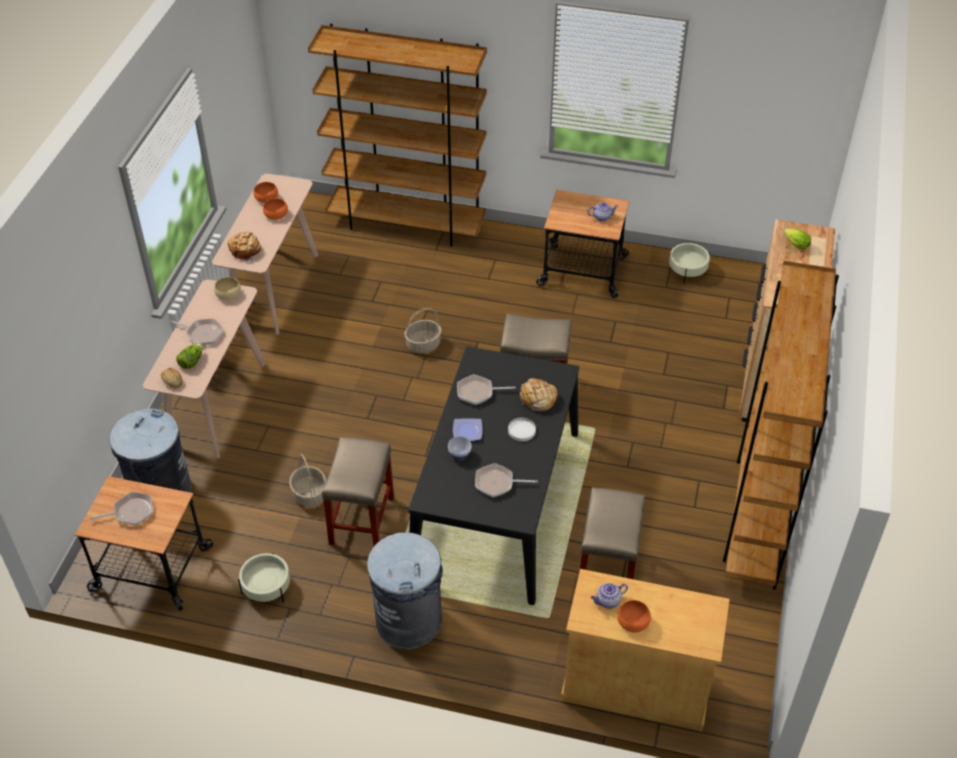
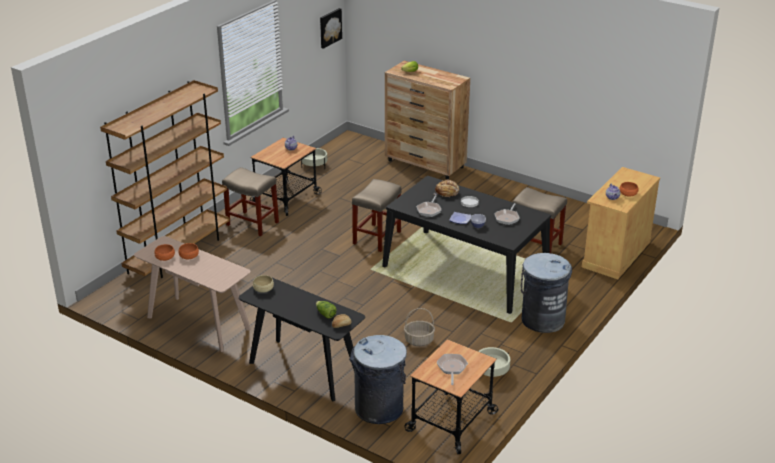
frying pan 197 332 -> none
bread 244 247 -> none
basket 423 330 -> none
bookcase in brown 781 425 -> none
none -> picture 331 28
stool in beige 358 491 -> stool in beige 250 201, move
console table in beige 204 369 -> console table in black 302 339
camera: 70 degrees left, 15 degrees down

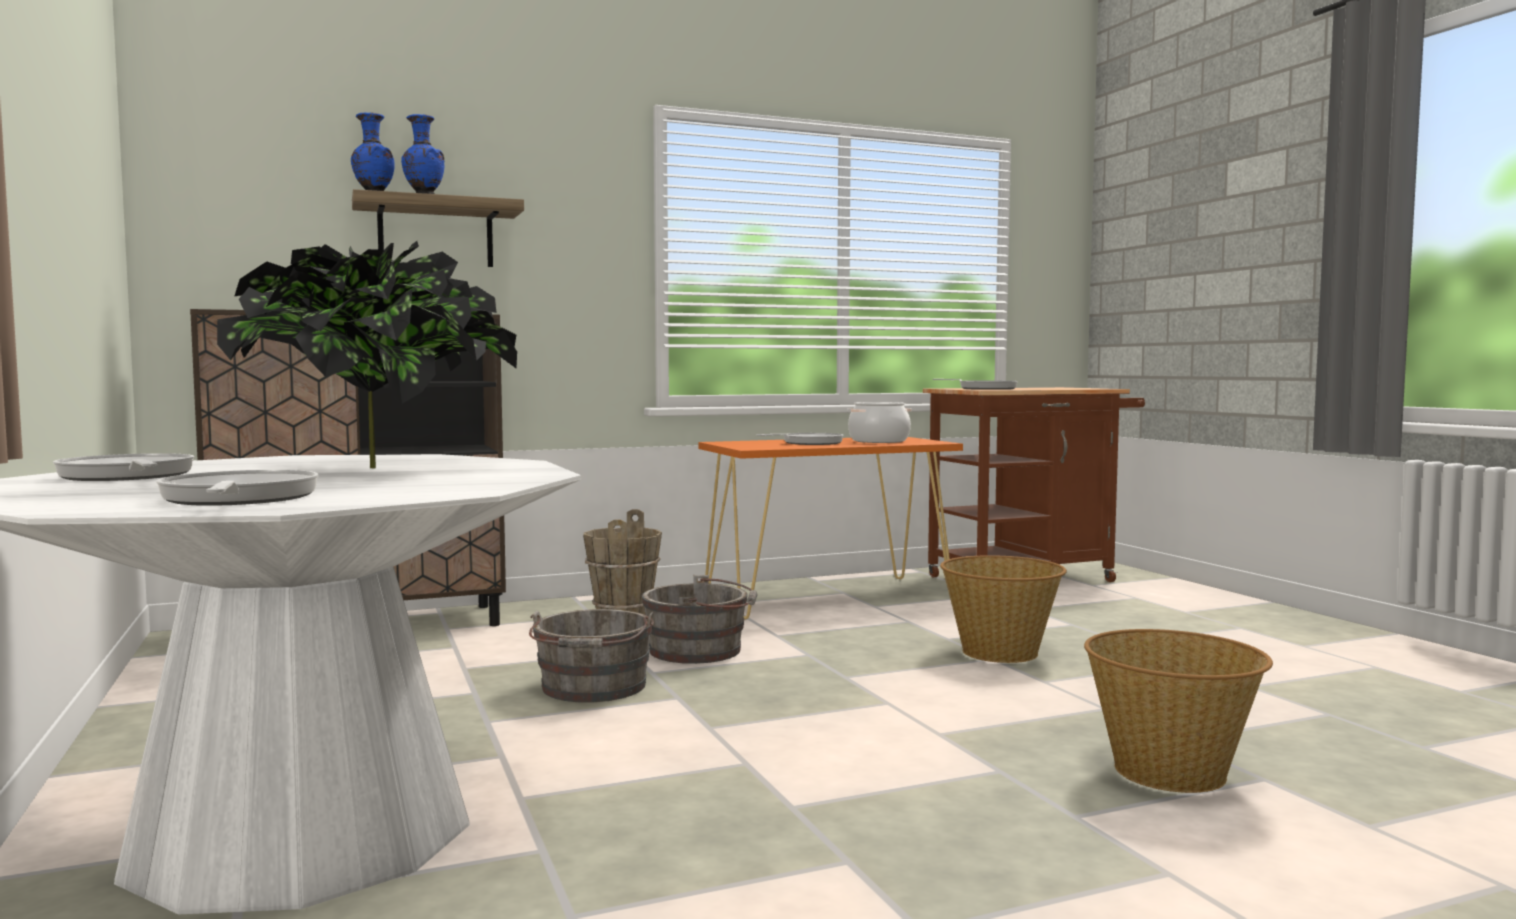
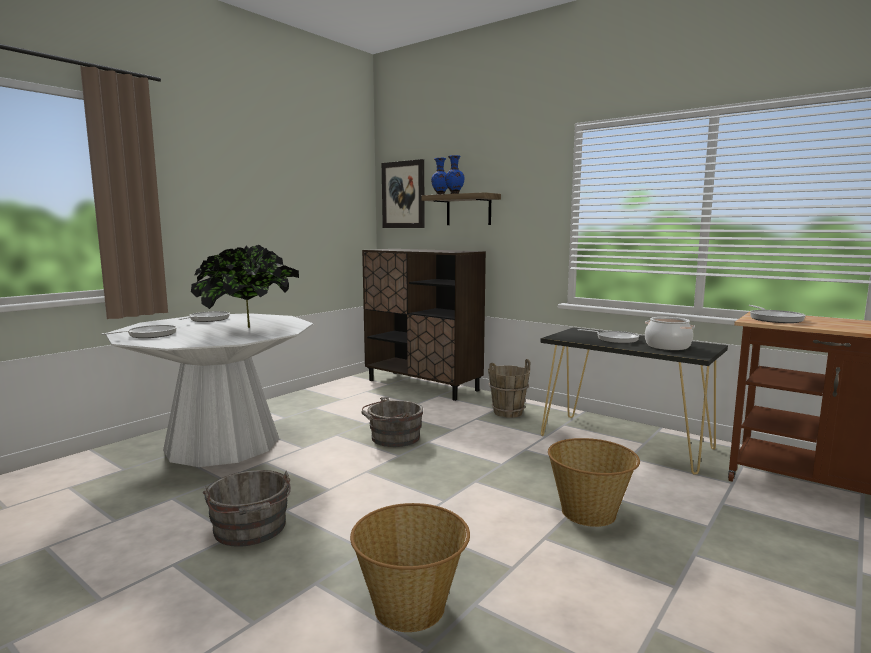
none -> picture 403 193
bucket in grey 699 619 -> bucket in grey 247 508, move
console table in orange 831 528 -> console table in black 634 401
camera: 60 degrees right, 5 degrees up

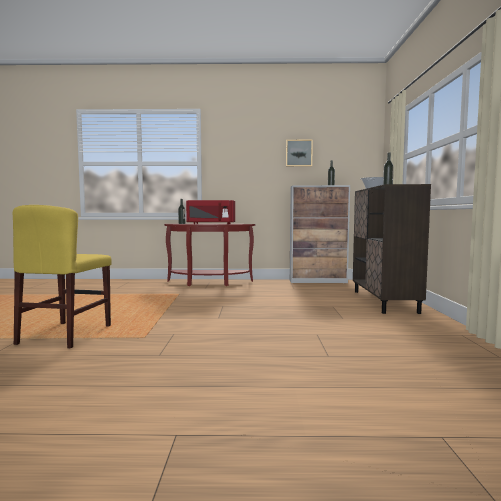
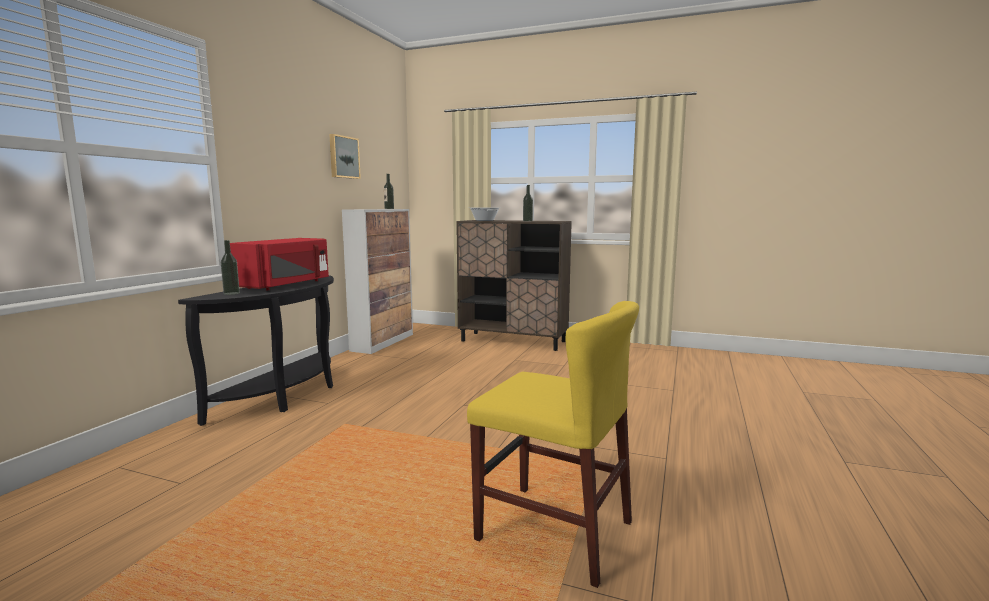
console table in red 209 255 -> console table in black 256 350
camera: 70 degrees left, 5 degrees up

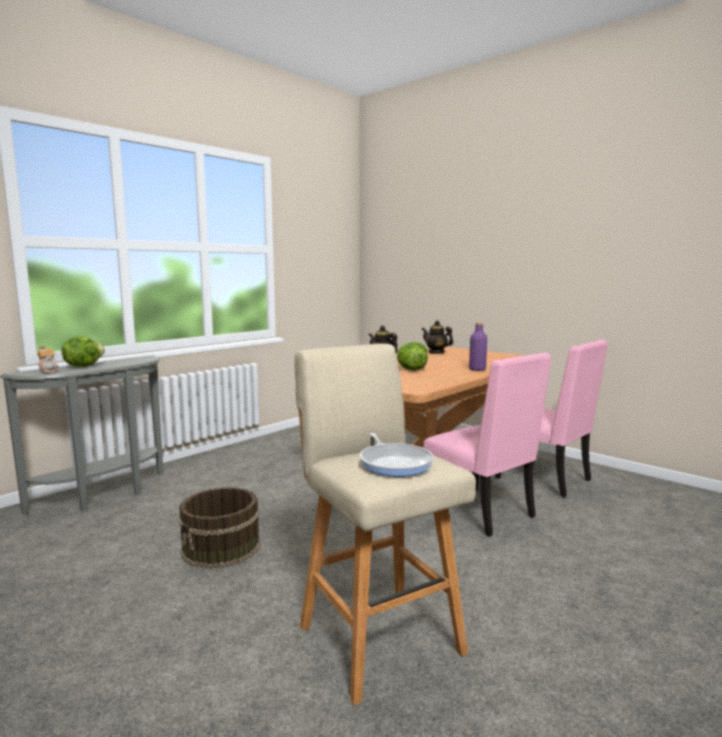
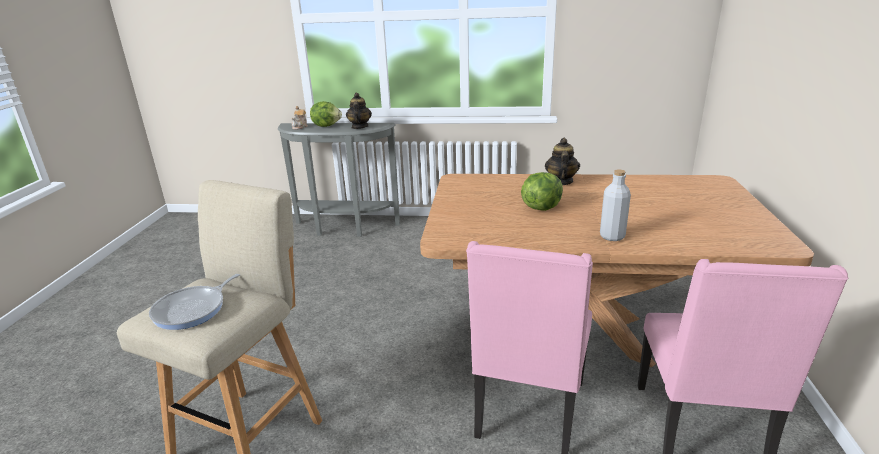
bucket in brown 219 528 -> none
teapot 437 337 -> teapot 359 111, move
bottle in purple 478 346 -> bottle in grey 615 205
camera: 55 degrees right, 15 degrees up

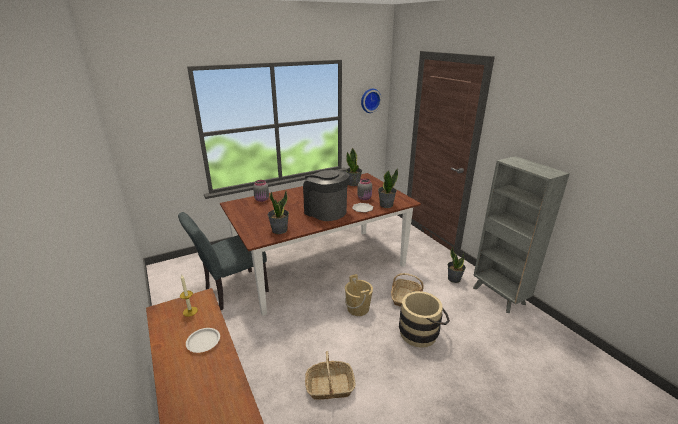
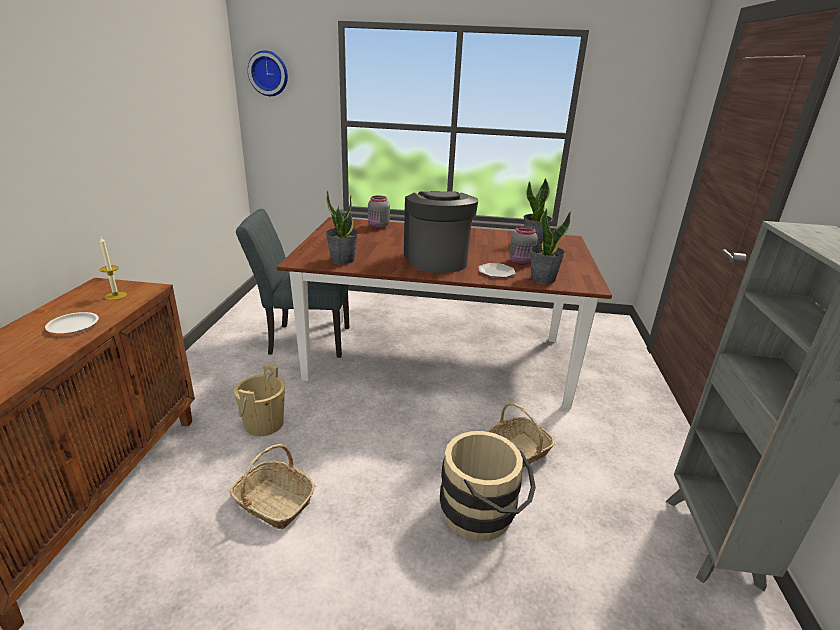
potted plant 457 265 -> none
bucket in beige 359 295 -> bucket in beige 259 400, move
wall clock 371 101 -> wall clock 268 73, move
camera: 35 degrees right, 0 degrees up

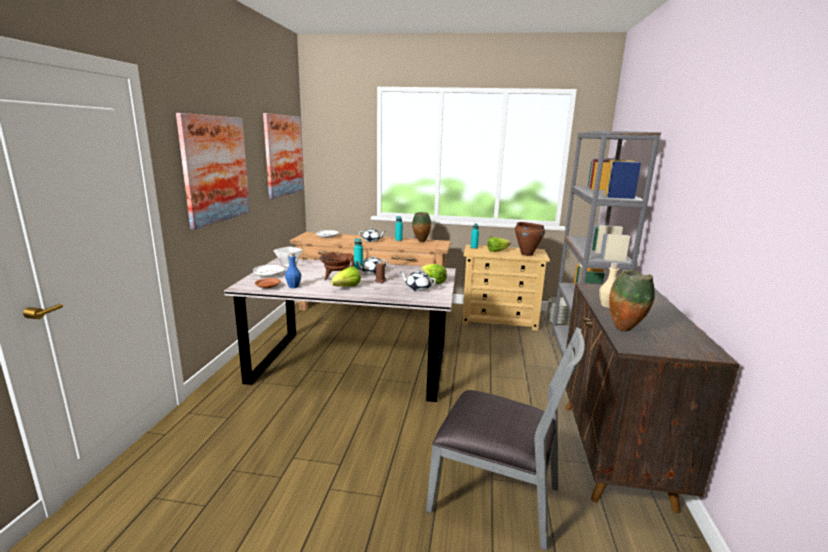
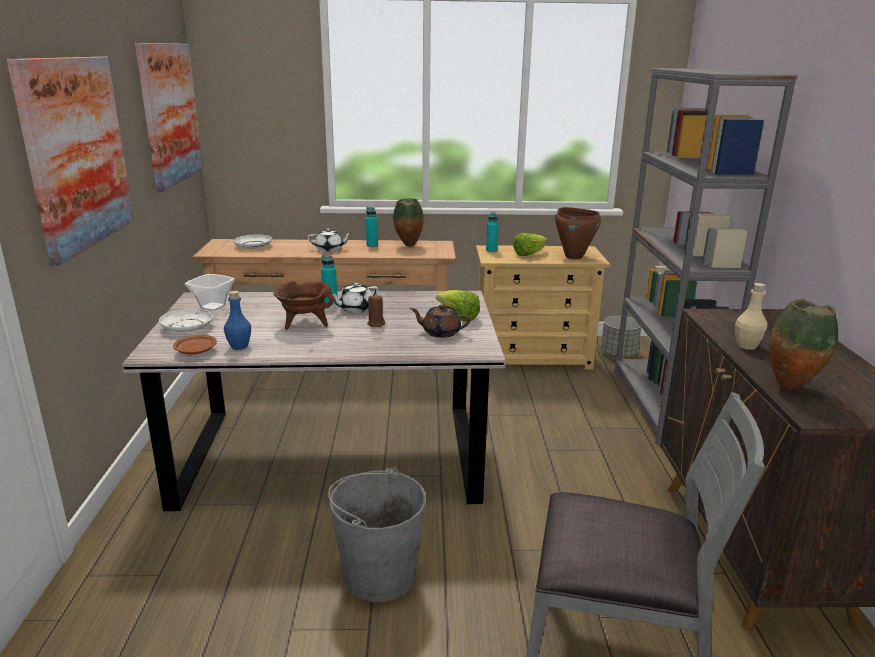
lettuce 346 277 -> none
none -> bucket in grey 377 535
teapot in white 418 280 -> teapot in brown 440 321
camera: 10 degrees left, 5 degrees up

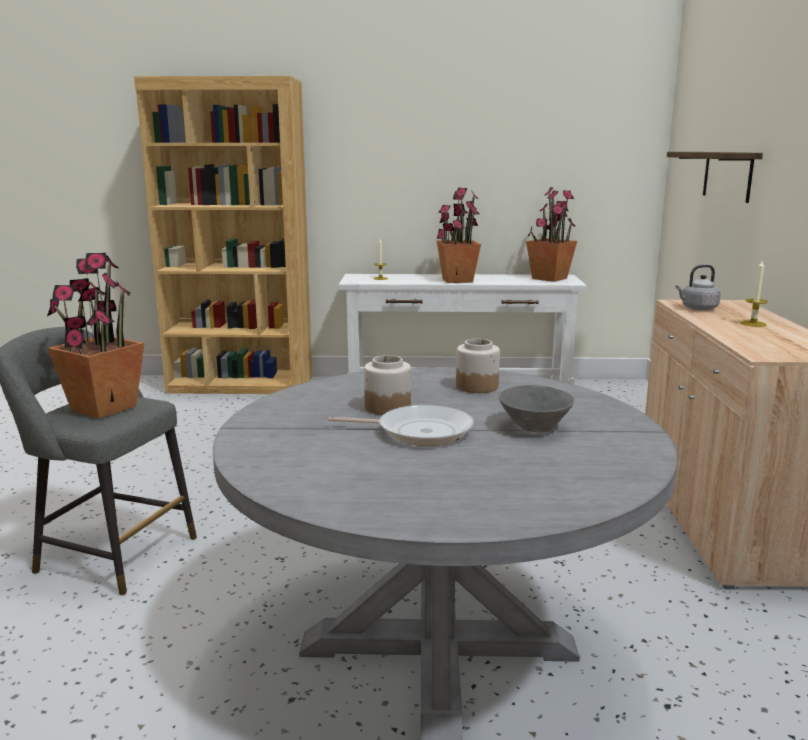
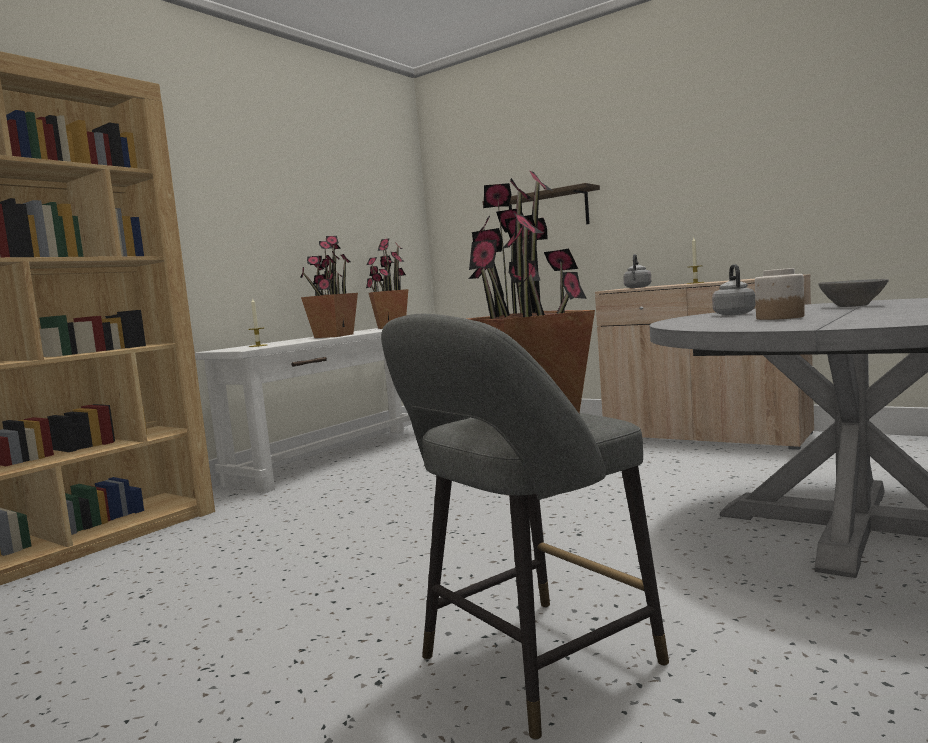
frying pan 401 425 -> none
jar 478 366 -> kettle in grey 733 289
camera: 55 degrees left, 10 degrees down

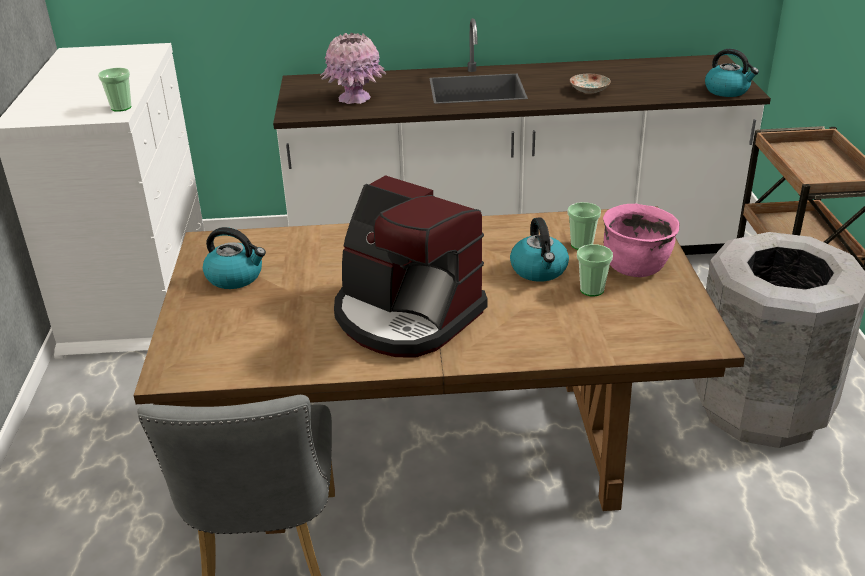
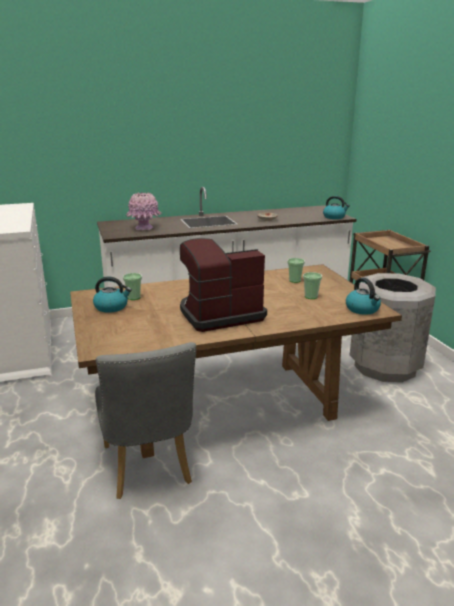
cooking pot in pink 641 240 -> none
cup 115 90 -> cup 132 286, move
kettle 539 249 -> kettle 363 296, move
coffee machine 410 266 -> coffee machine 223 285, 135 degrees clockwise
camera: 15 degrees left, 10 degrees down

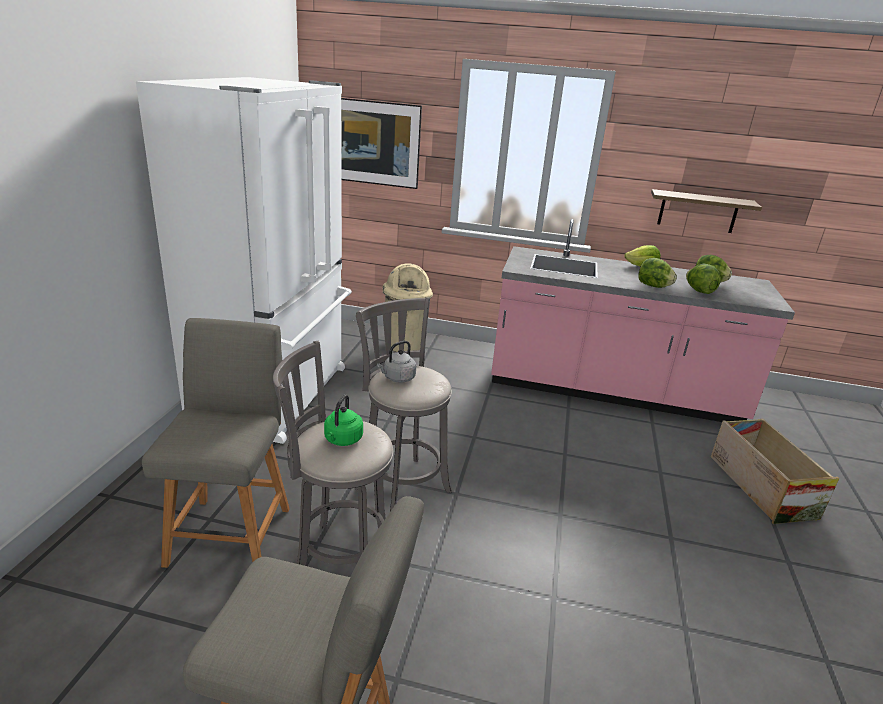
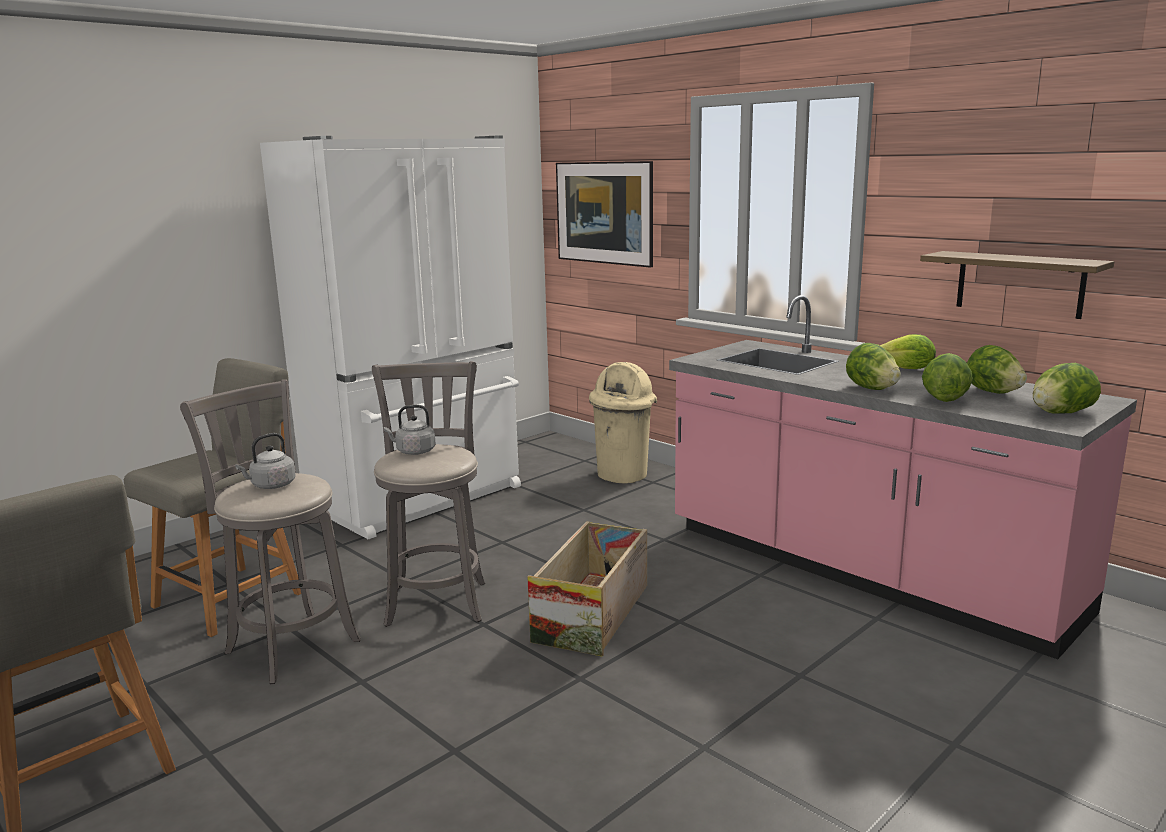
none -> lettuce 1067 388
crate 775 471 -> crate 587 589, move
kettle in green 343 420 -> kettle in grey 265 461
camera: 35 degrees right, 10 degrees down

